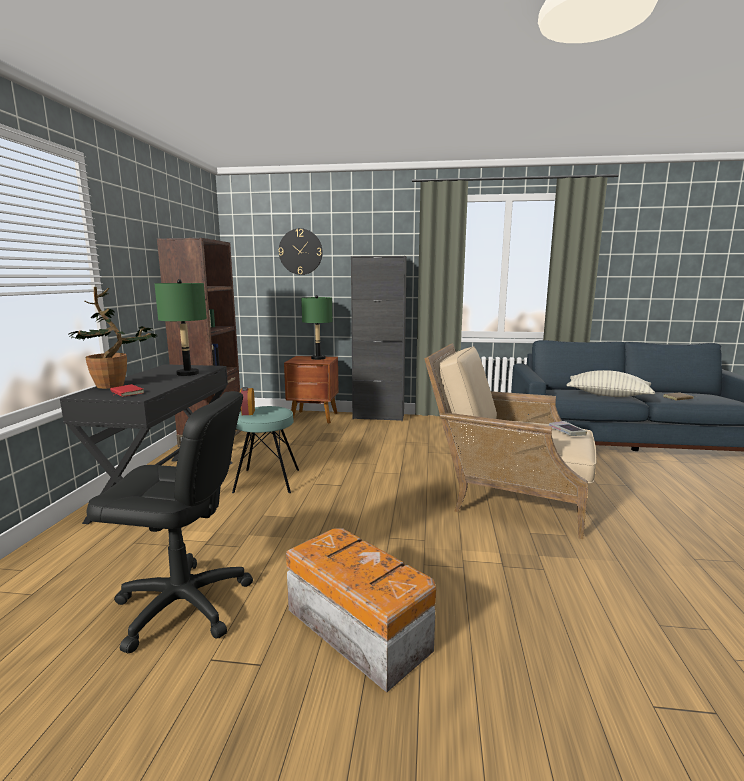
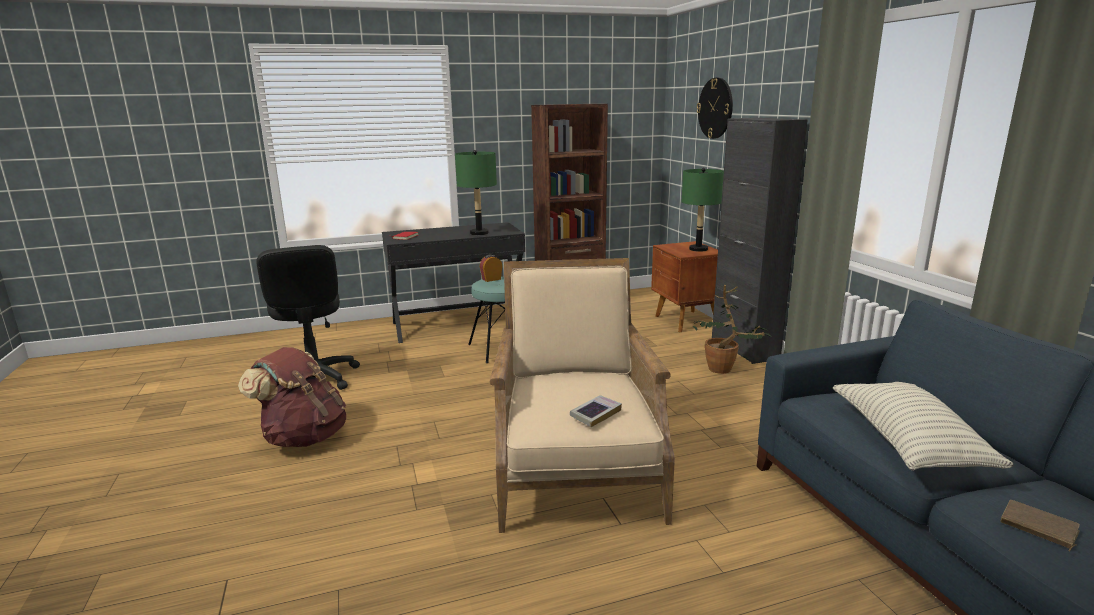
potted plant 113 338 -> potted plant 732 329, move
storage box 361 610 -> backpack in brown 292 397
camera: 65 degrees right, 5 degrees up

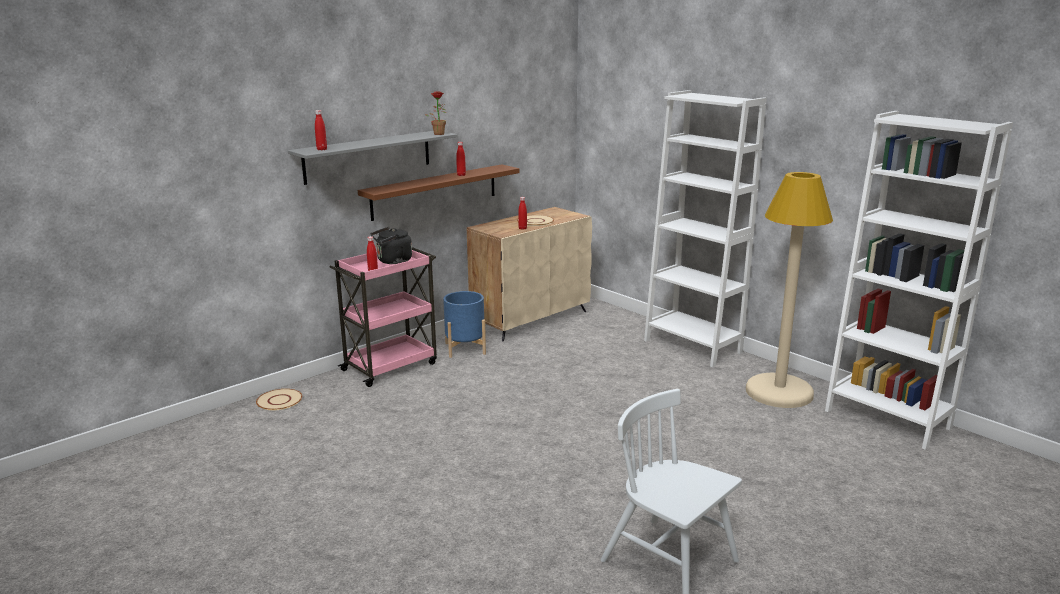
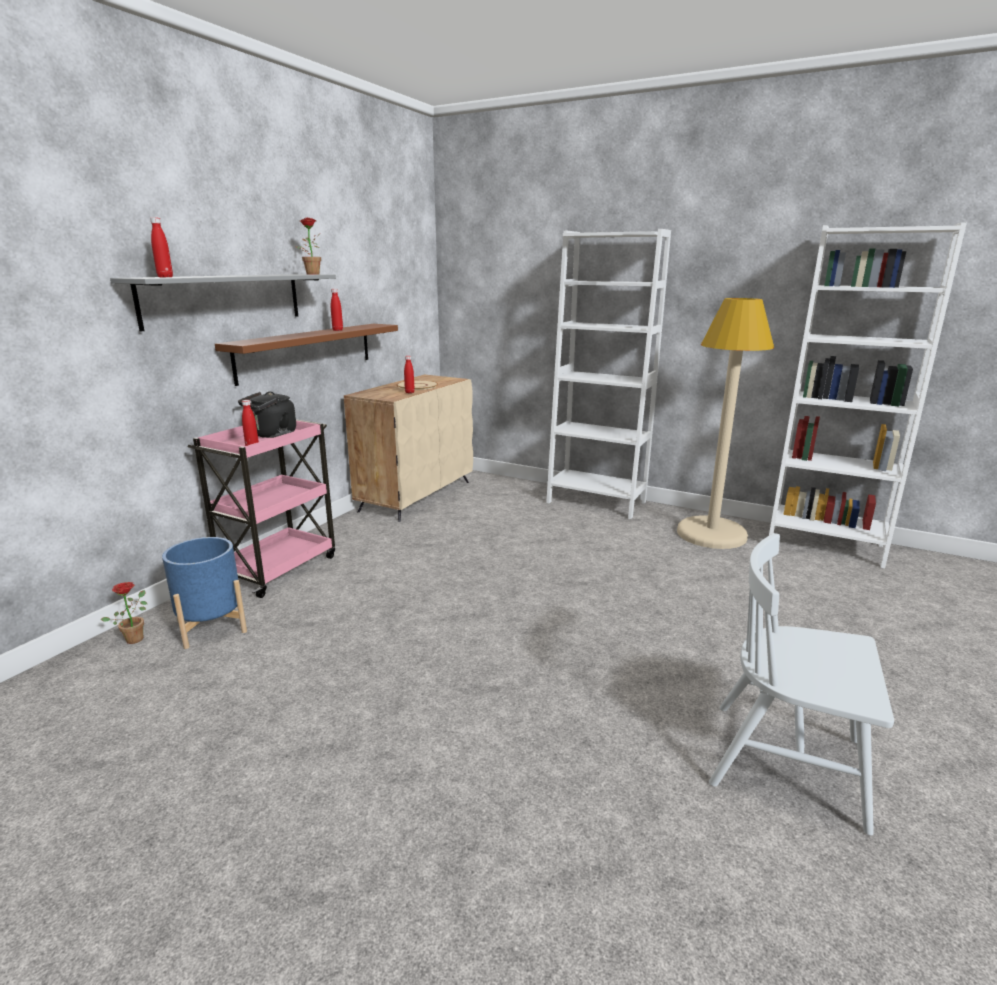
planter in blue 464 324 -> planter in blue 204 593, move
plate in beige 279 399 -> potted plant 124 613
camera: 20 degrees left, 0 degrees up

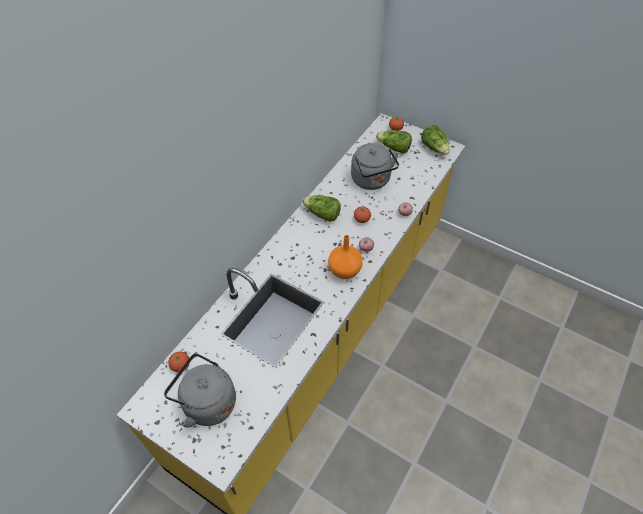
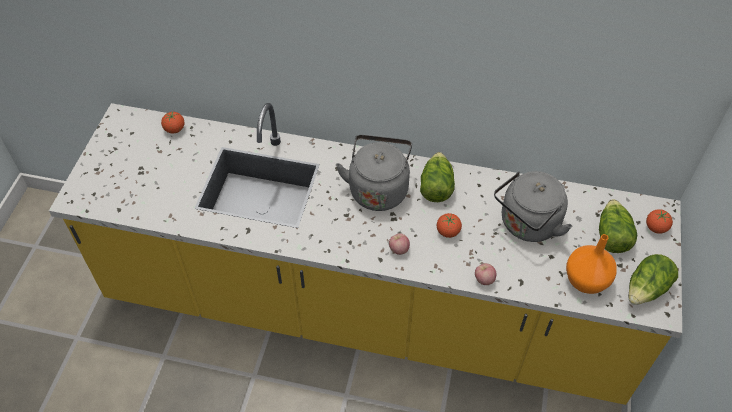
kettle in grey 200 390 -> kettle in grey 374 173, move
vase in orange 345 257 -> vase in orange 591 264, move
camera: 70 degrees right, 0 degrees up

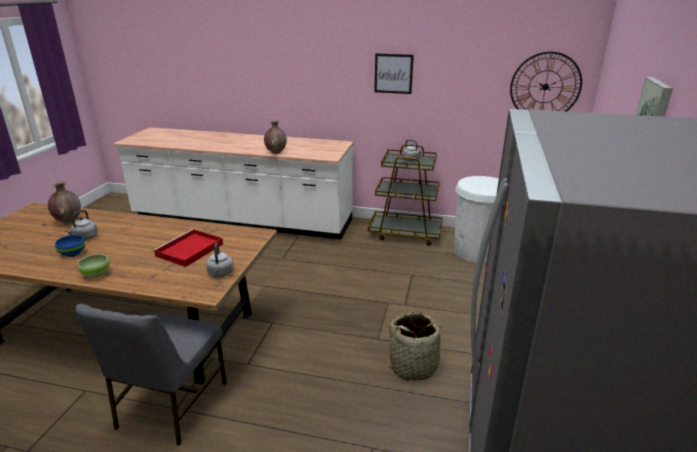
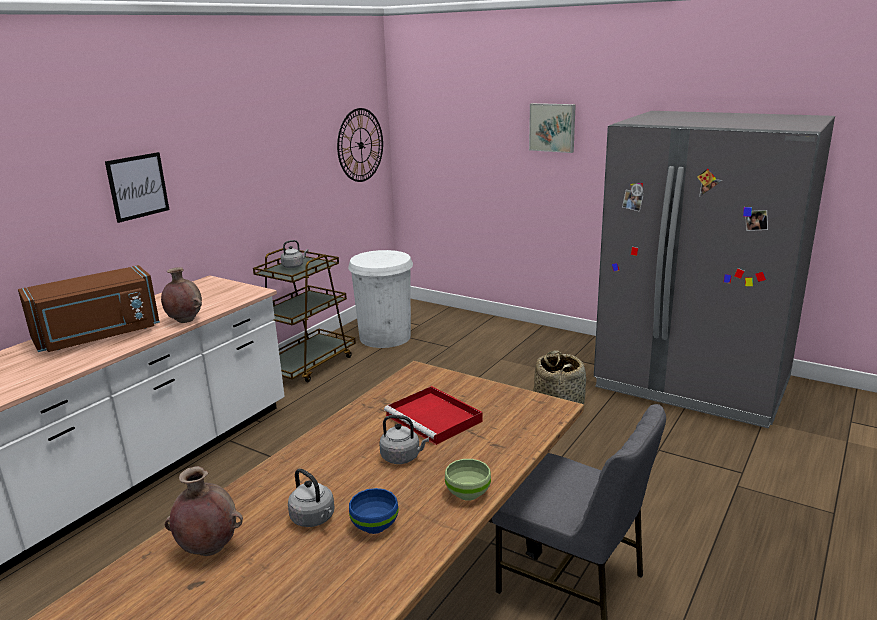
none -> microwave in brown 89 308
kettle in grey 220 259 -> kettle in grey 404 439, move
picture 394 74 -> picture 137 187, move
camera: 70 degrees left, 5 degrees down

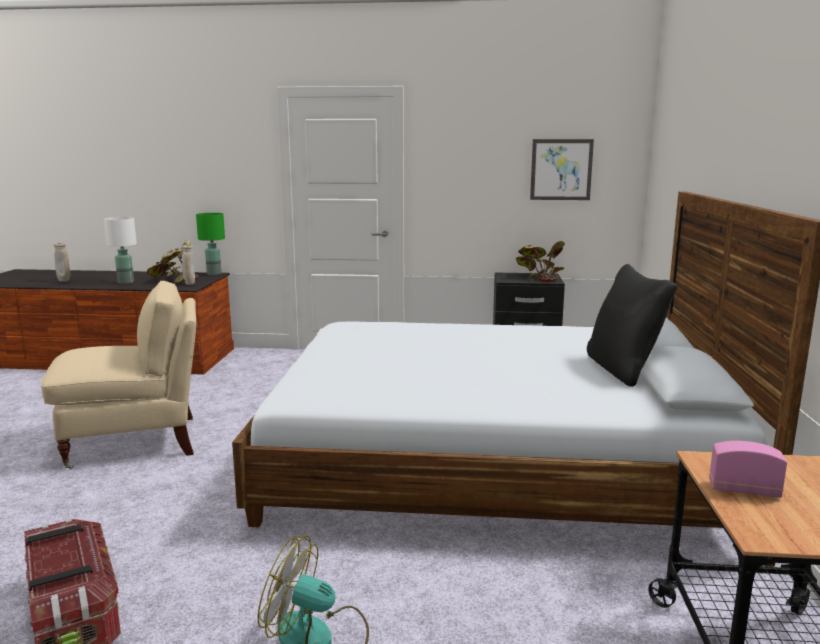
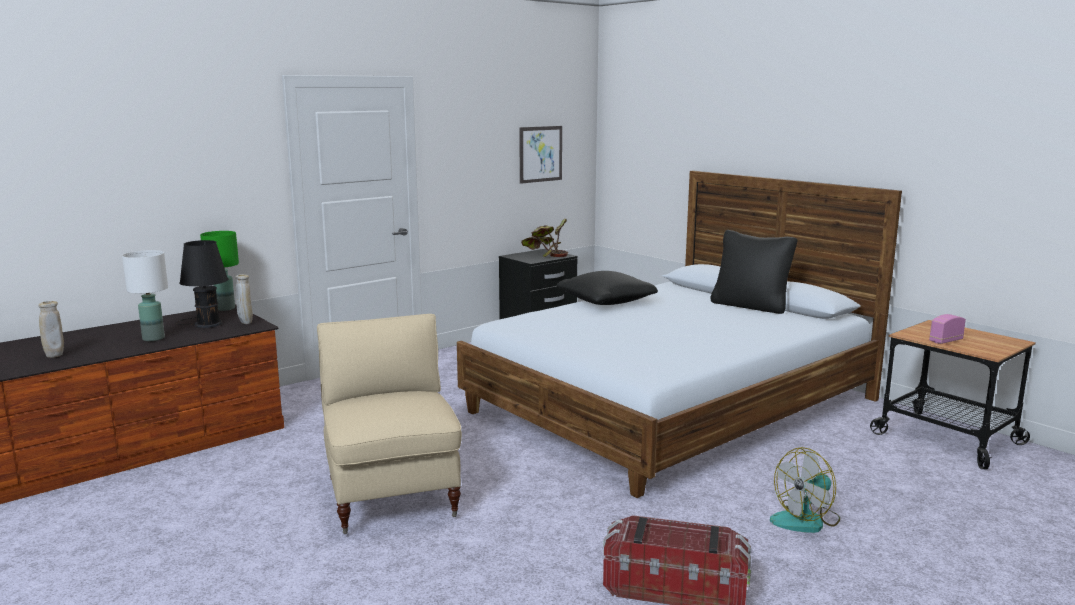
none -> pillow in black 607 288
potted plant 173 261 -> table lamp in black 202 284
armchair in beige 118 375 -> armchair in beige 389 424, 45 degrees counterclockwise
camera: 45 degrees left, 0 degrees up

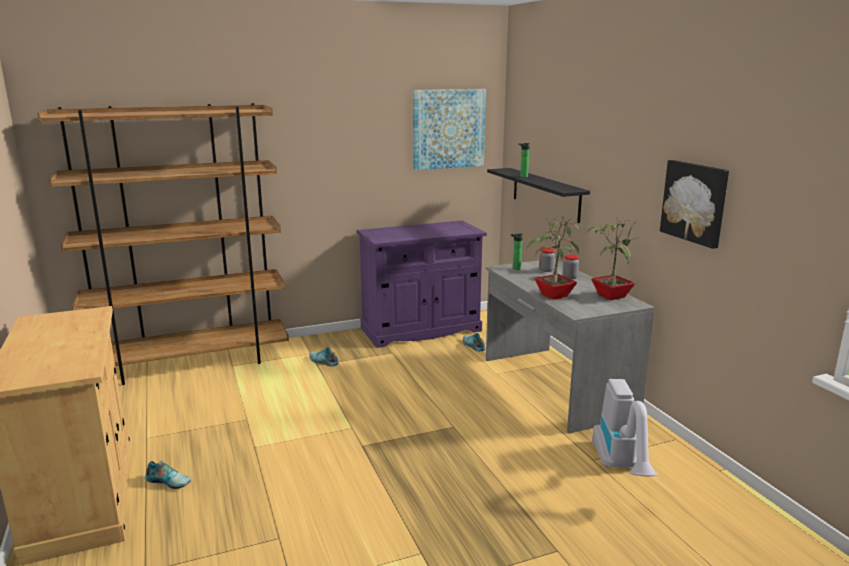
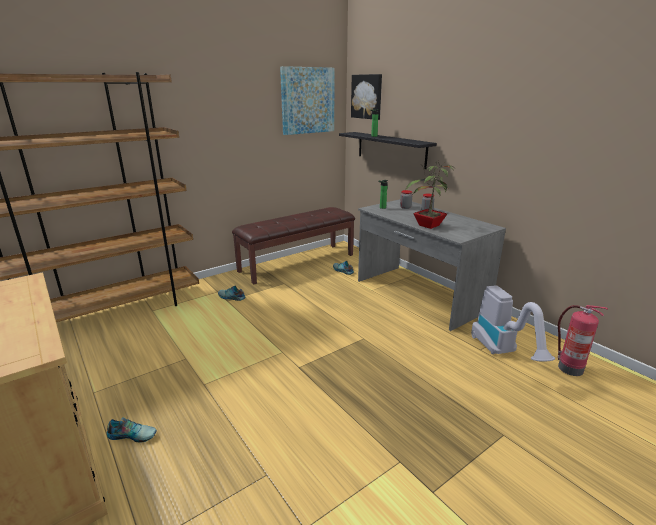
potted plant 612 259 -> none
none -> fire extinguisher 583 340
picture 694 204 -> picture 366 97, move
cabinet in purple 422 284 -> bench in brown 293 245
camera: 15 degrees left, 5 degrees up

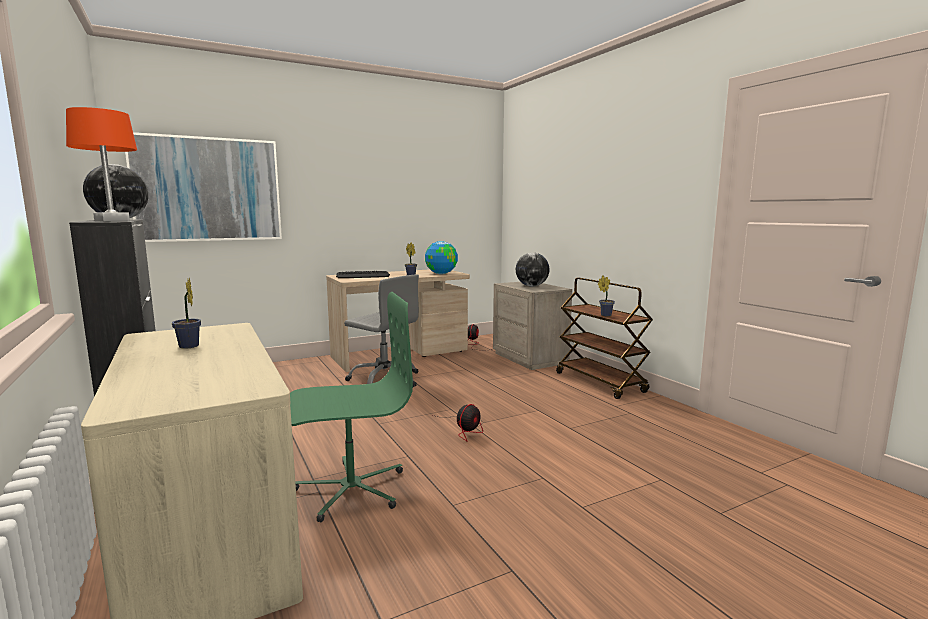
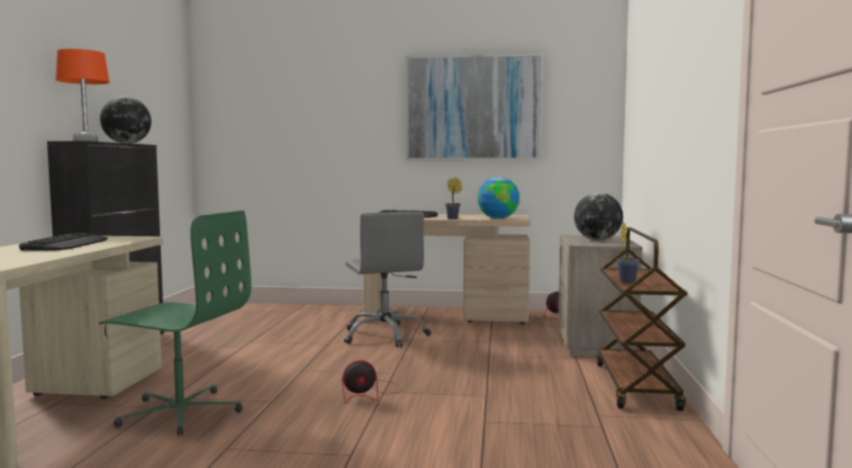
picture 203 187 -> picture 474 106, move
potted plant 186 313 -> keyboard 63 242
camera: 35 degrees right, 5 degrees down

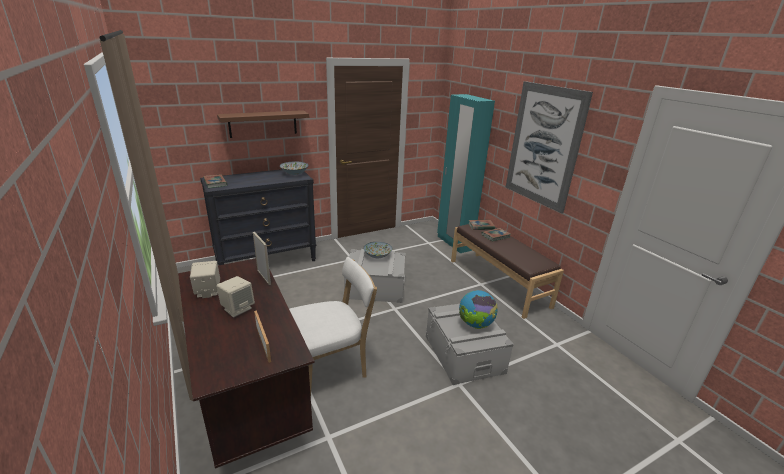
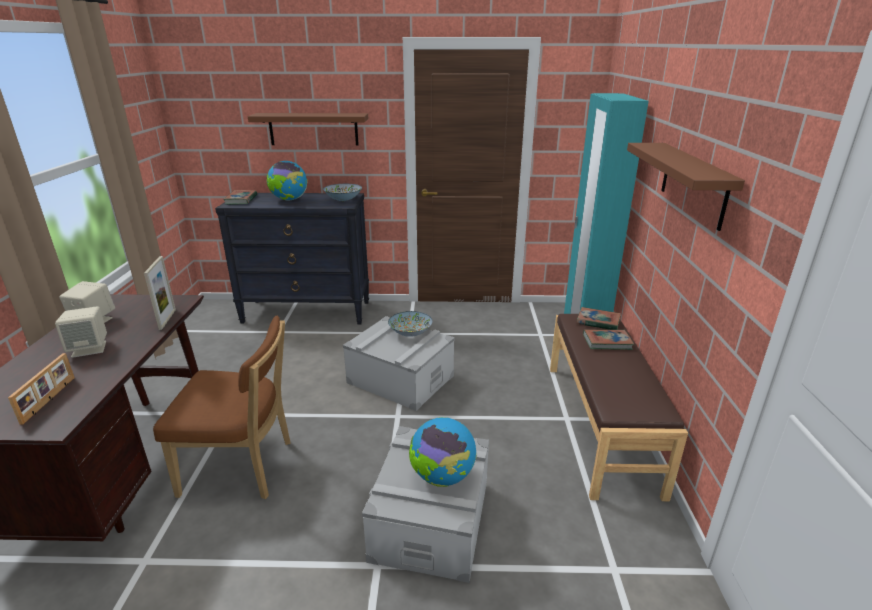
none -> globe 287 181
picture 549 147 -> shelf in brown 686 187
chair in white 333 326 -> chair in brown 222 407
camera: 30 degrees right, 0 degrees up

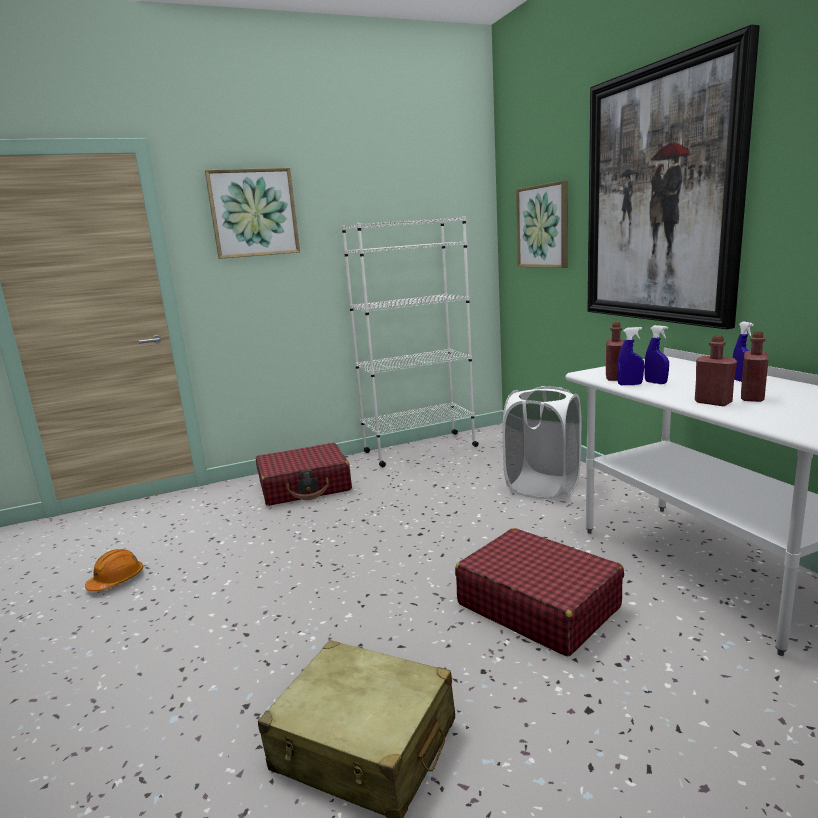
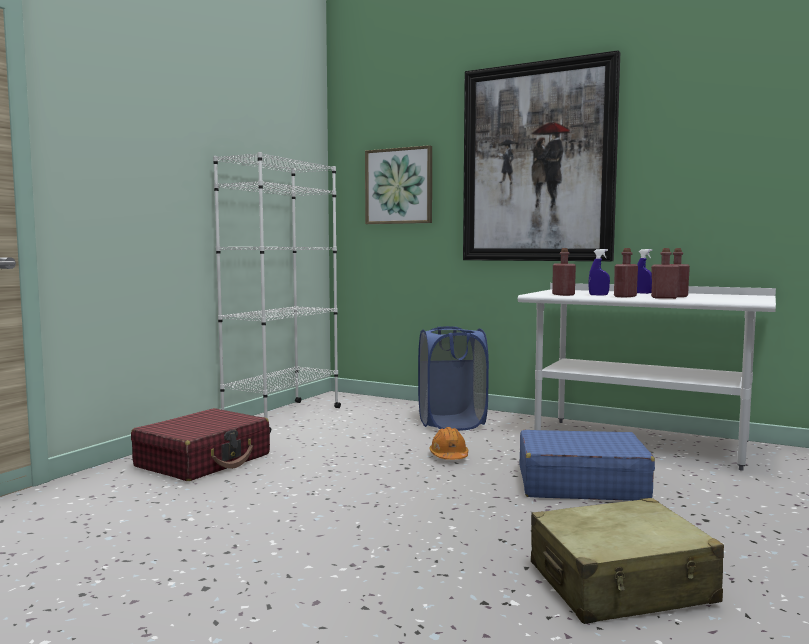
picture 252 213 -> none
spray bottle in blue 630 356 -> none
none -> bottle in red 626 273
hard hat in orange 114 570 -> hard hat in orange 449 443, move
suitcase in red 539 592 -> suitcase in blue 587 465
laundry basket in white 542 442 -> laundry basket in blue 453 378
camera: 40 degrees left, 10 degrees down

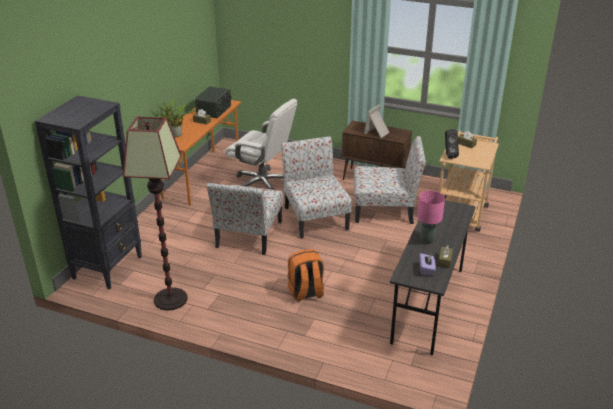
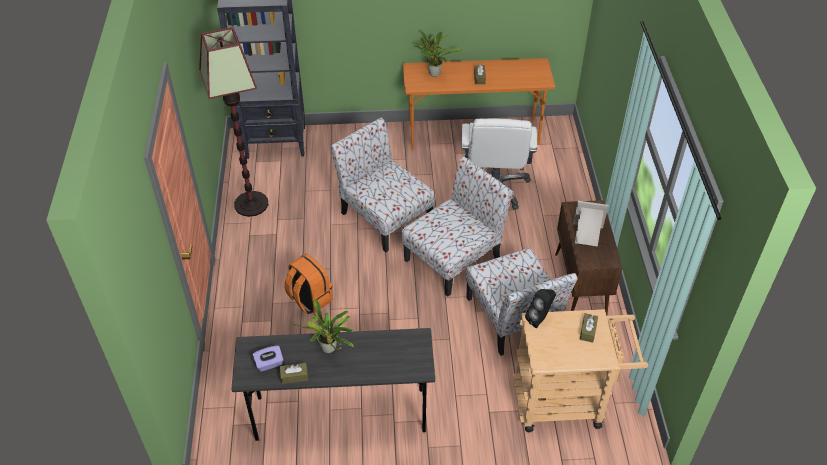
radio 213 102 -> none
table lamp in pink 431 217 -> potted plant 323 326
chair 245 219 -> chair 382 185, 60 degrees clockwise
camera: 65 degrees right, 15 degrees up

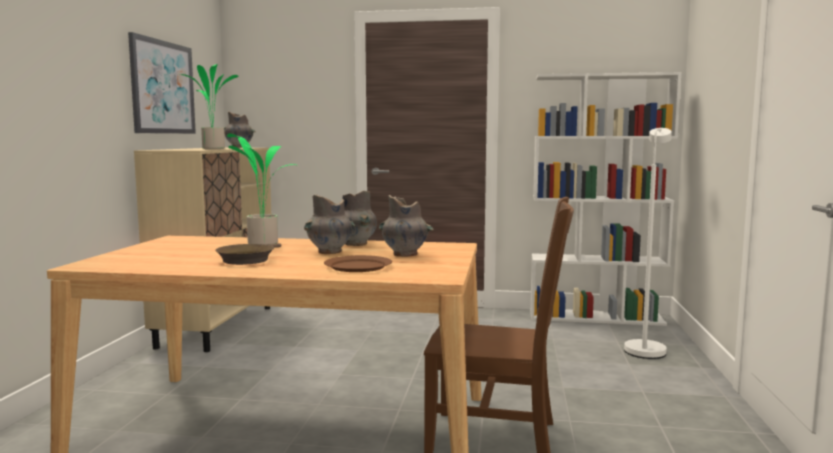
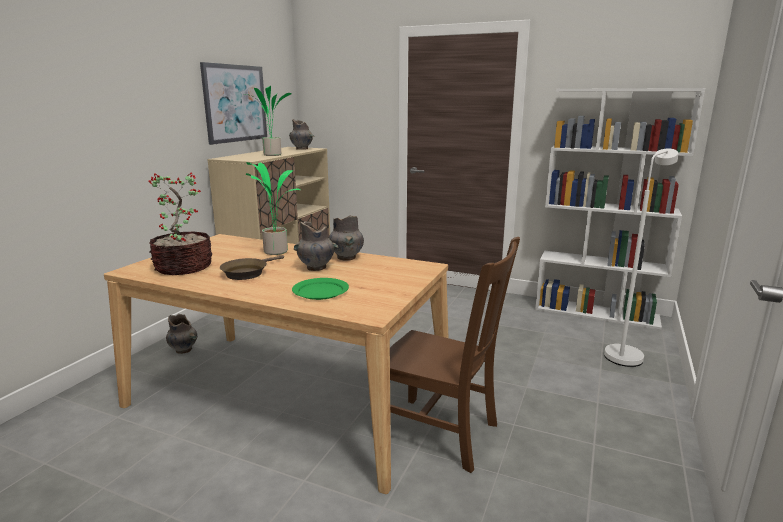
none -> potted plant 180 223
vase in grey 406 226 -> vase in grey 181 334, move
plate in brown 358 263 -> plate in green 320 289
camera: 15 degrees right, 10 degrees up

